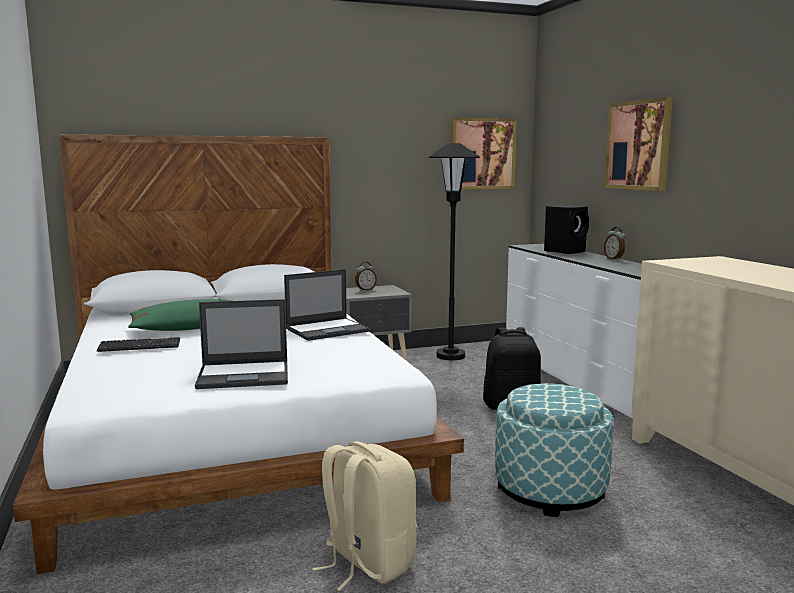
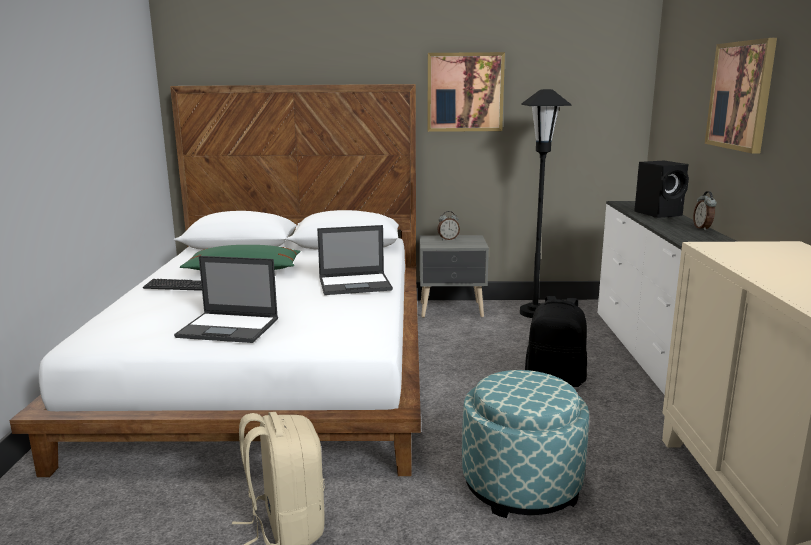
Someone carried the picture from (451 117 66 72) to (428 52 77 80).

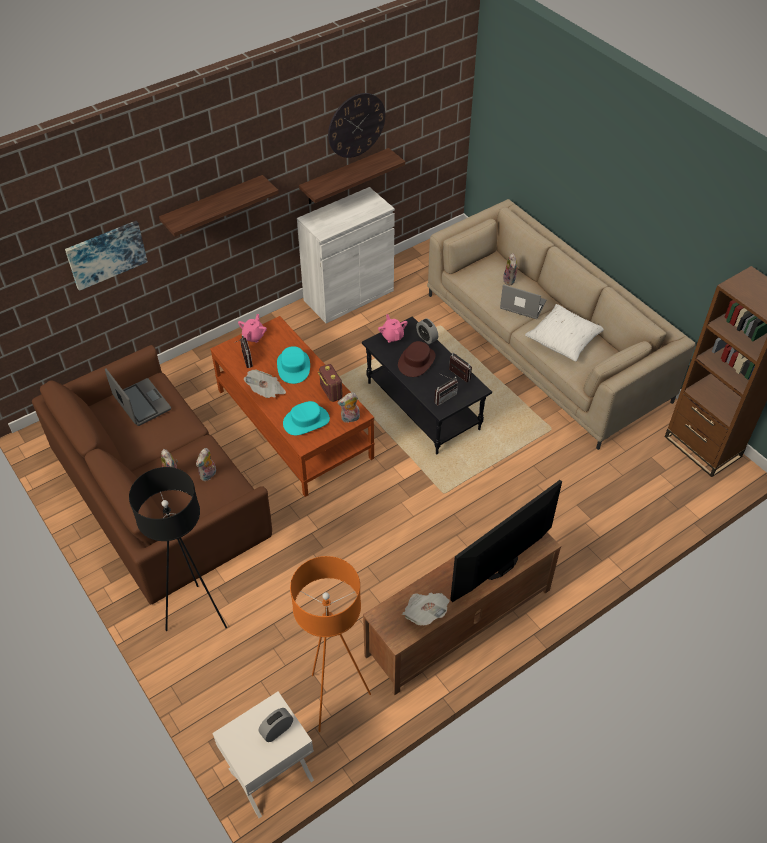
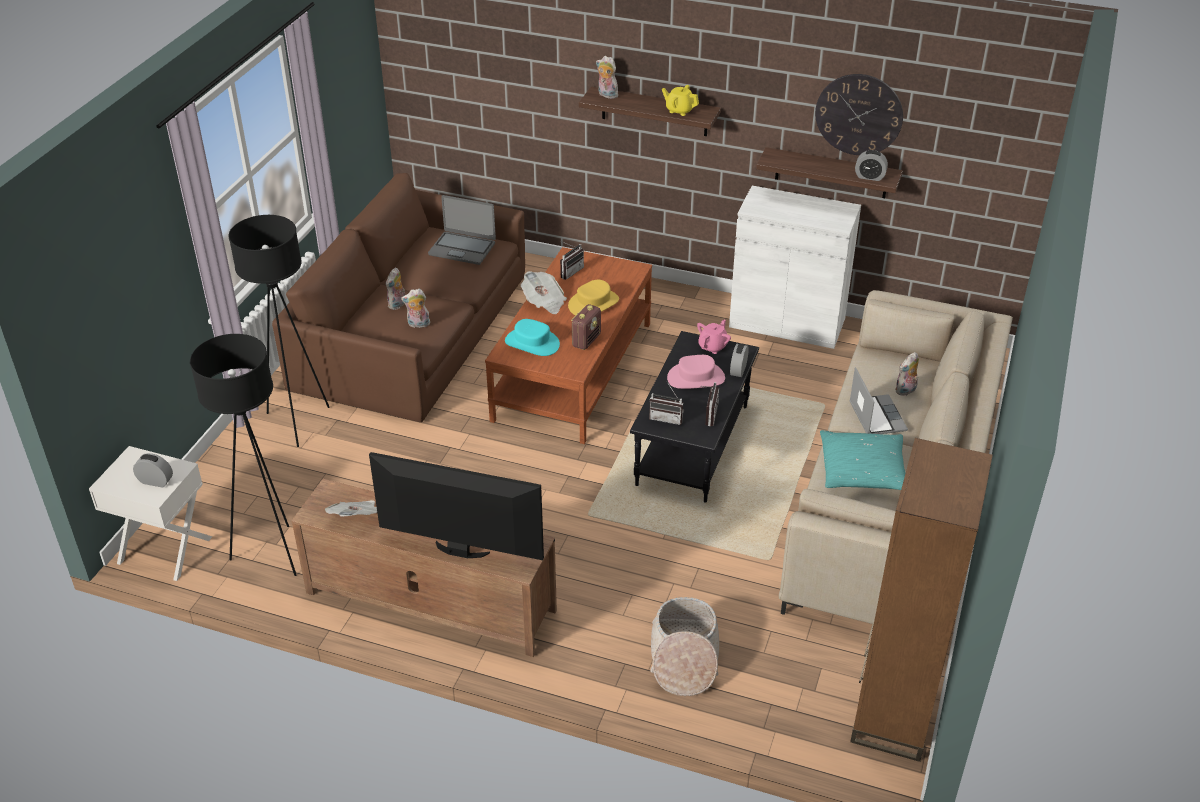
Someone took away the picture at (65 221 83 70). Someone rotated the laptop at (105 368 66 58) by 90 degrees clockwise. Someone took away the pink teapot at (238 314 29 29). Someone repainted the turquoise hat at (277 346 33 38), which became the yellow hat at (568 280 51 36). Someone repainted the orange floor lamp at (290 556 81 176), which became the black floor lamp at (190 334 106 242). Someone carried the plush toy from (337 392 23 31) to (596 56 22 43). Someone repainted the brown hat at (398 341 38 36), which became the pink hat at (667 355 58 34). Someone repainted the white pillow at (525 304 79 57), which became the turquoise pillow at (820 430 86 60). Someone put down the basket at (650 597 69 99). Someone put down the yellow teapot at (662 85 37 31). Someone put down the alarm clock at (855 150 33 31).

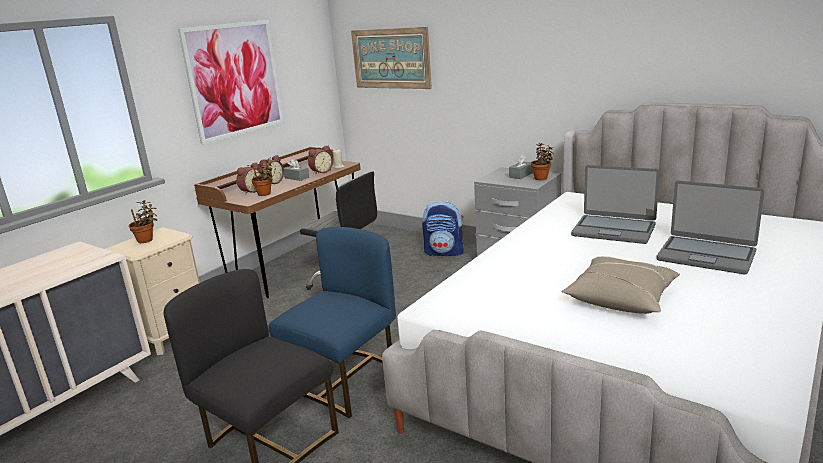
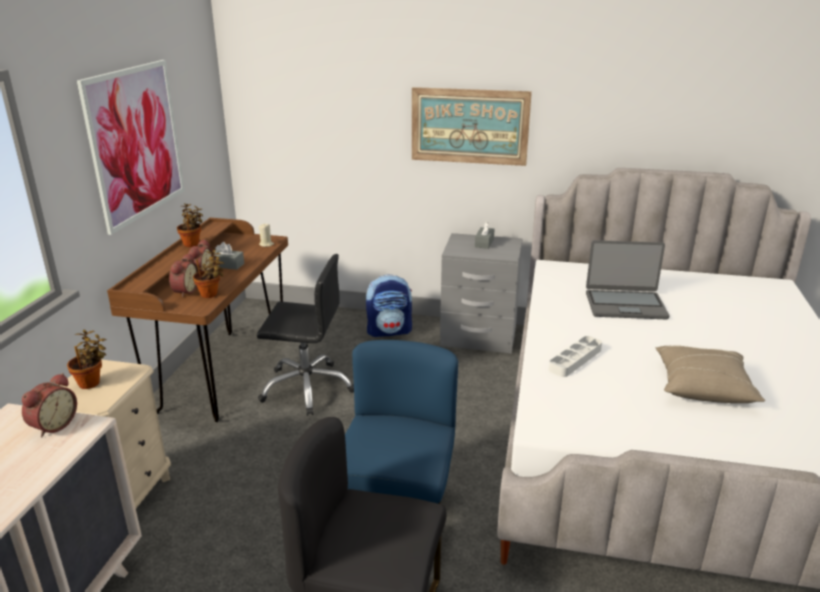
Someone carried the alarm clock from (308 145 25 30) to (22 373 55 65). Someone carried the picture from (351 27 81 62) to (412 87 120 79). Someone carried the potted plant from (531 143 23 37) to (177 203 26 44). Someone took away the laptop at (656 181 109 93). Someone put down the white tray at (549 336 53 41).

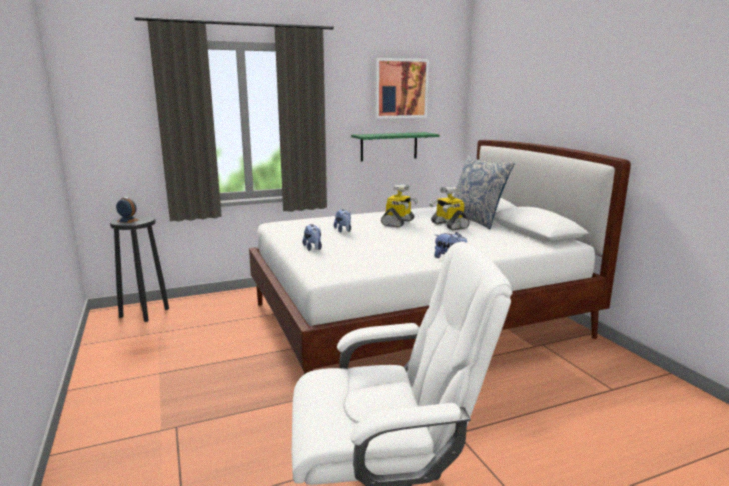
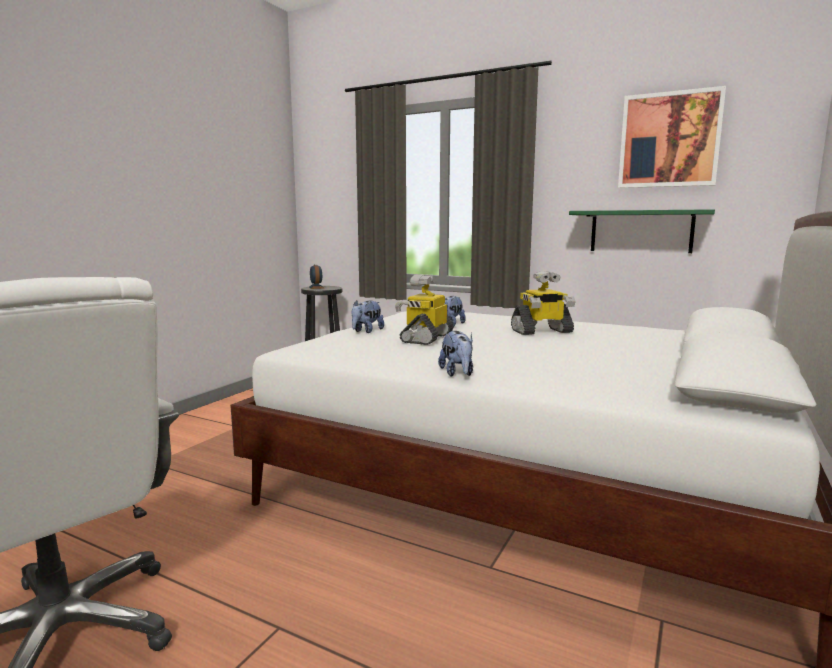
Someone carried the toy robot from (429 186 40 45) to (395 275 59 70). Someone took away the pillow at (453 156 62 73).

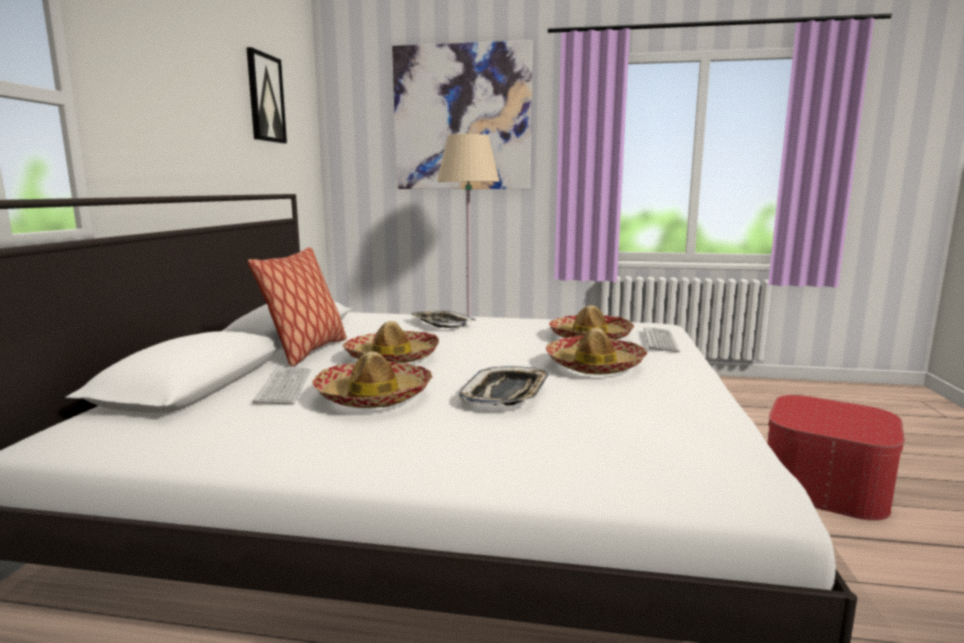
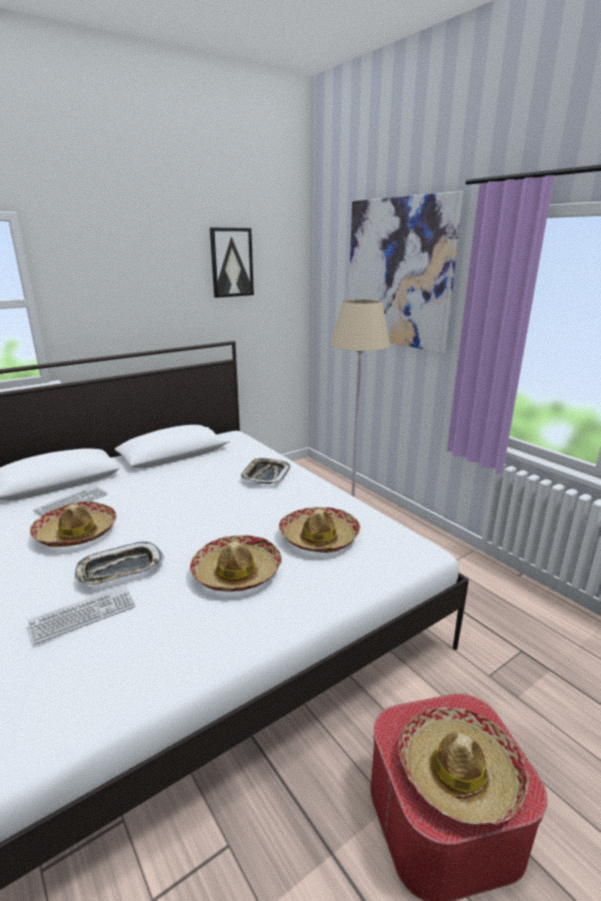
Someone took away the pillow at (247 247 100 120). Someone carried the hat from (343 321 96 42) to (399 707 130 118). Someone carried the keyboard from (644 327 36 25) to (27 586 109 59).

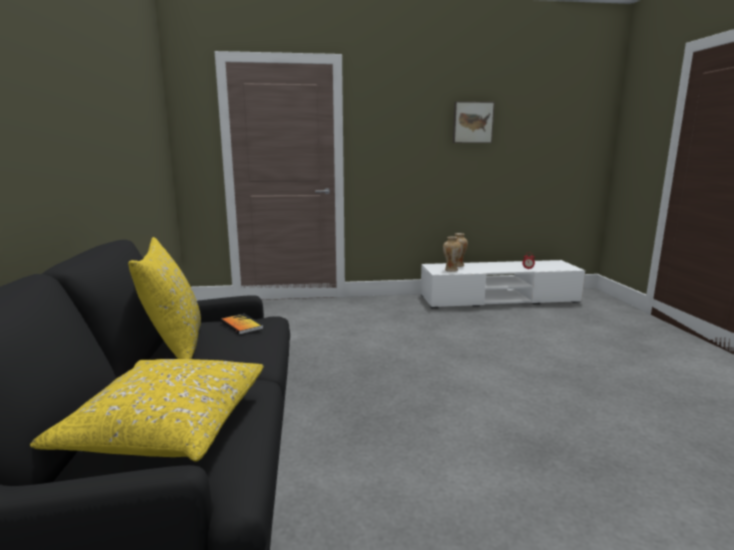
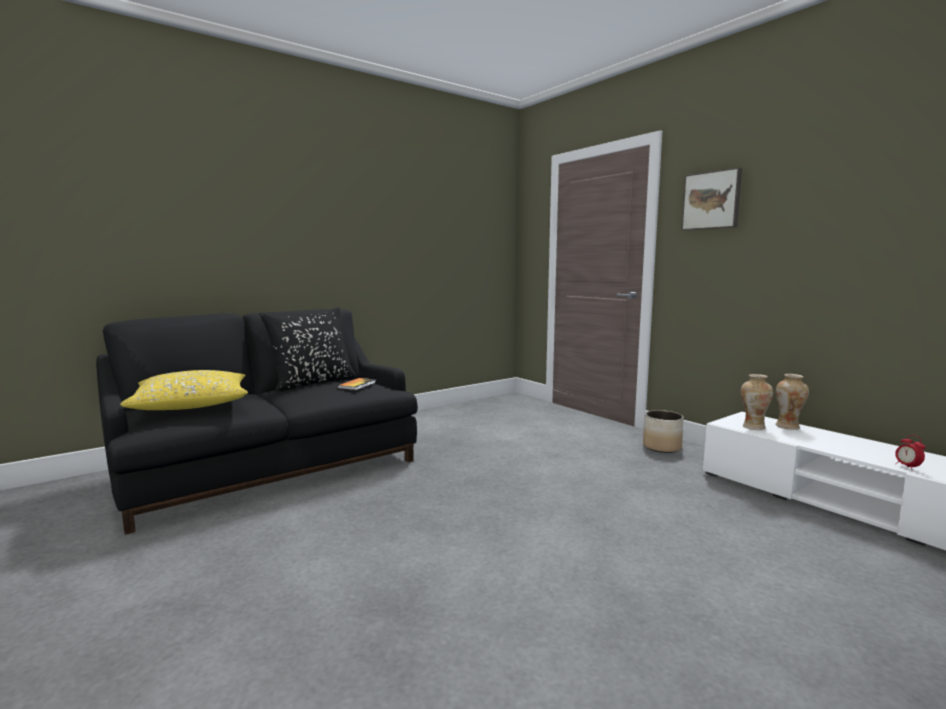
Someone repainted the yellow pillow at (128 237 73 122), which became the black pillow at (259 307 97 84). Someone carried the picture from (453 101 42 42) to (681 167 61 63). Someone put down the planter at (643 410 41 43).

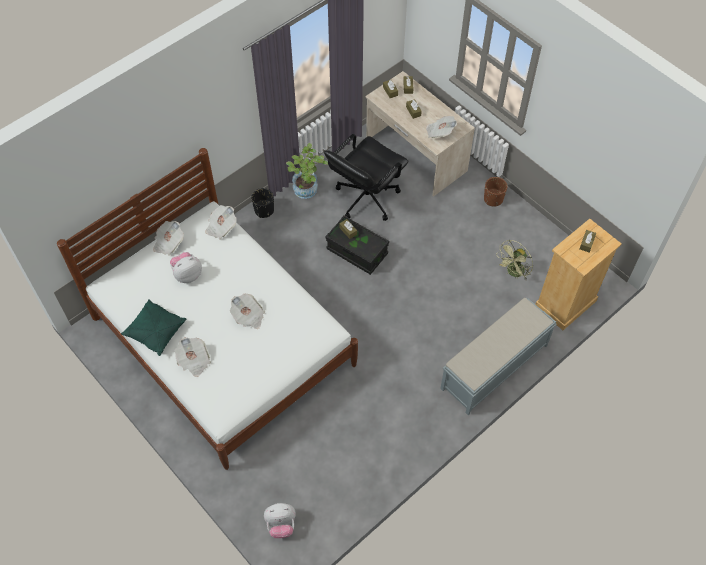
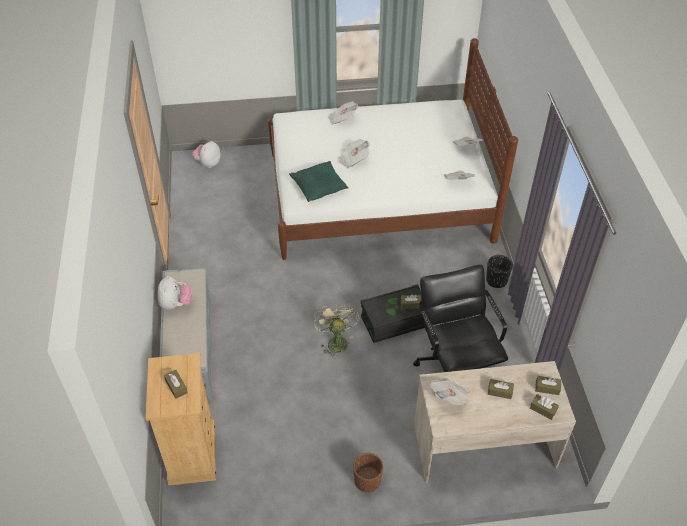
Someone carried the green pillow from (121 299 65 57) to (289 161 60 41). Someone carried the plush toy from (170 252 32 31) to (158 276 34 34). Someone took away the potted plant at (286 143 42 56). Someone carried the green fan from (496 240 37 39) to (314 303 45 55).

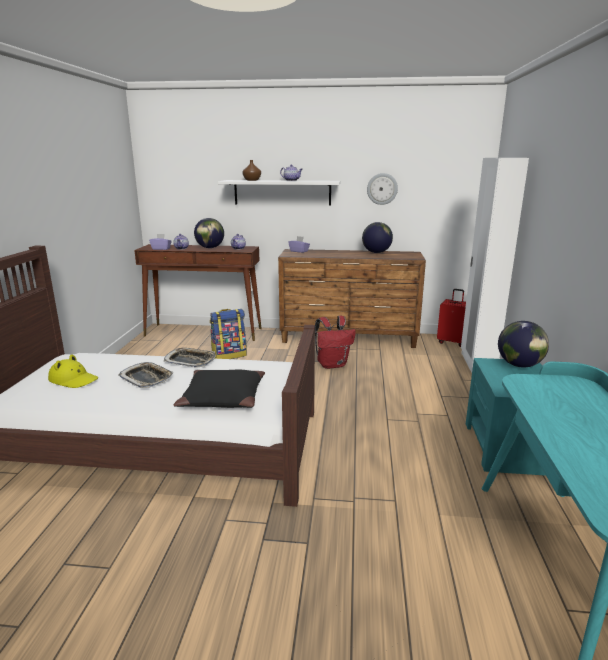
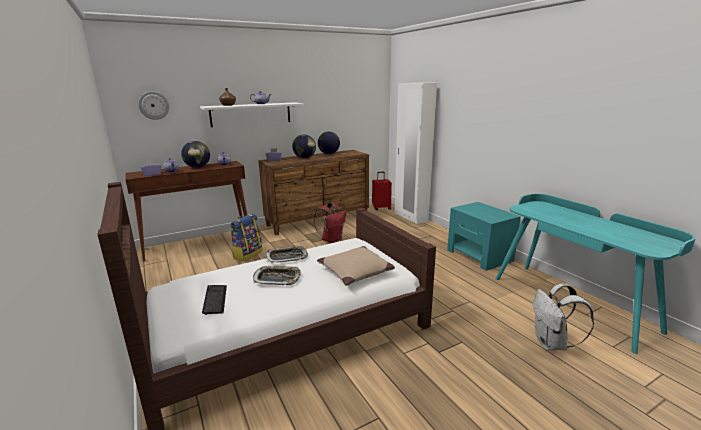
Someone swapped the yellow hat at (48 354 50 34) for the keyboard at (202 285 25 30). Someone repainted the black pillow at (173 370 92 38), which became the beige pillow at (317 246 78 40). Someone carried the wall clock from (367 173 31 32) to (138 91 31 29). Someone carried the globe from (498 321 51 47) to (292 135 24 23). Someone put down the white backpack at (533 283 61 68).

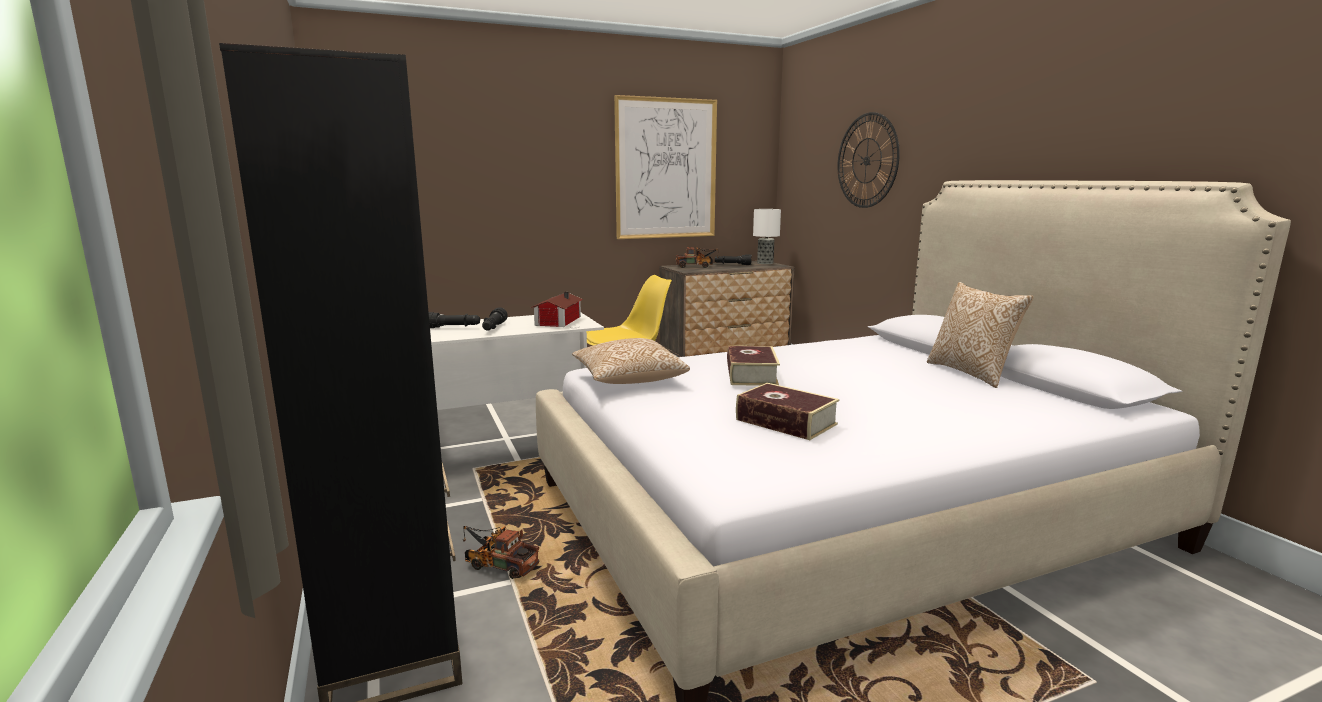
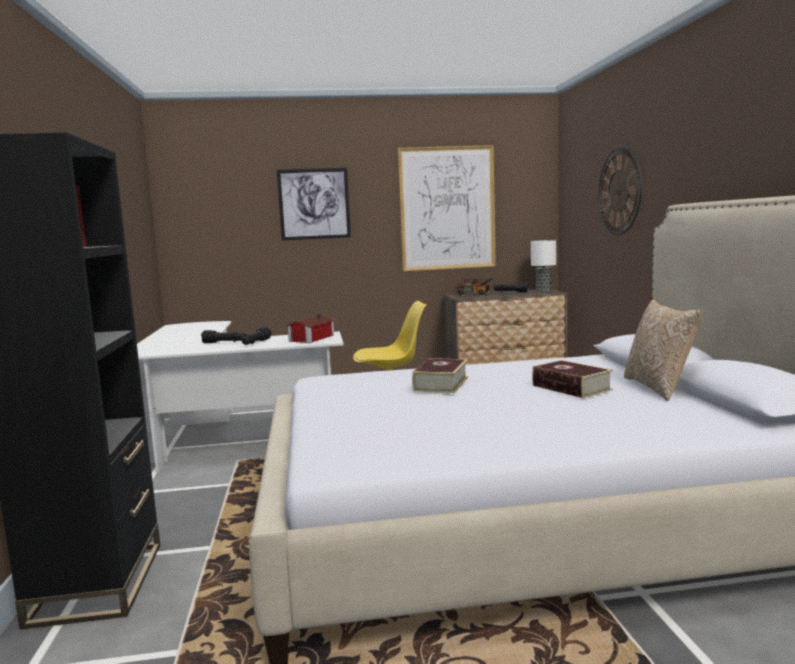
Someone took away the toy truck at (463 526 76 53). Someone took away the pillow at (572 338 118 46). Someone carried the book from (736 383 103 57) to (532 360 81 38). Someone put up the picture at (277 168 74 72).

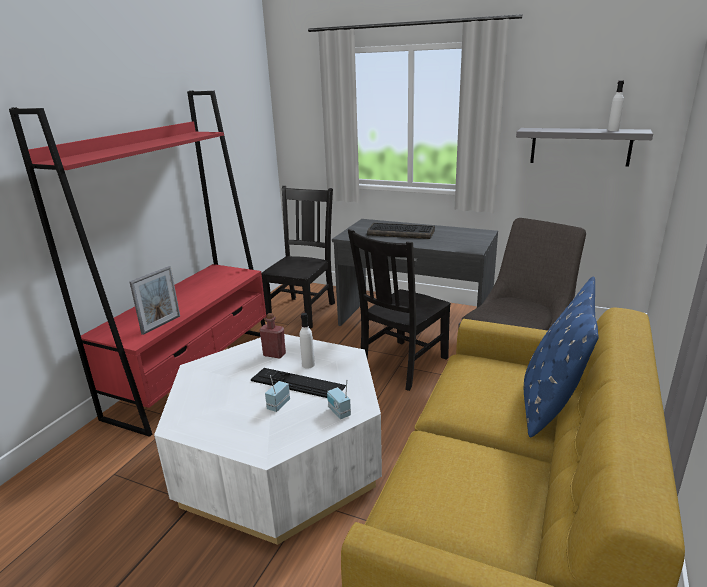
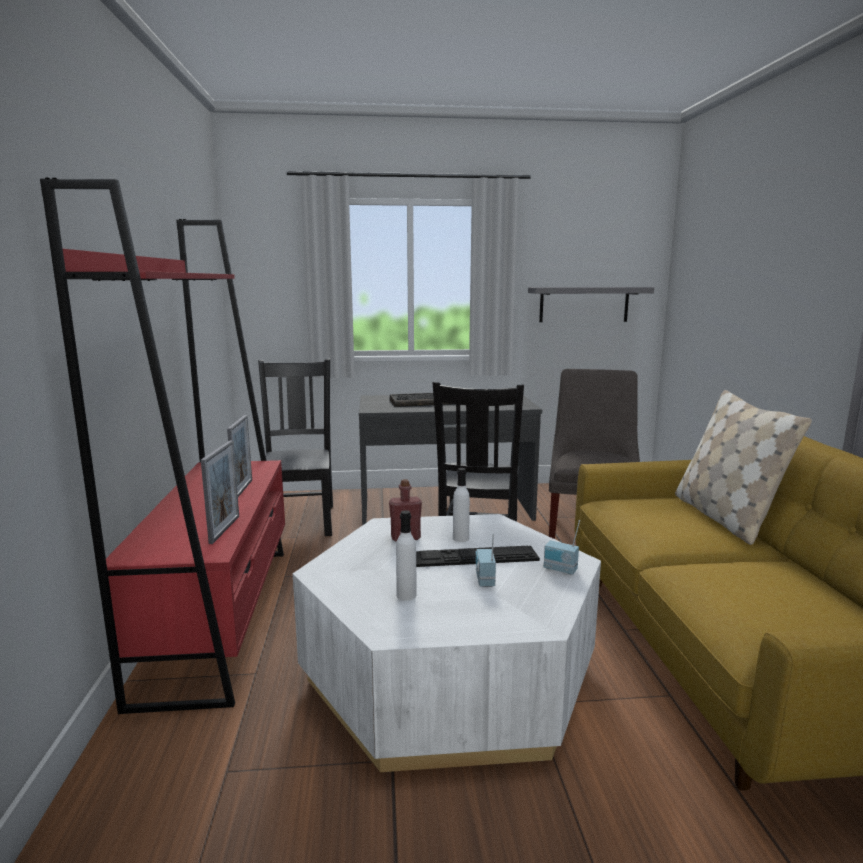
Someone repainted the blue pillow at (524 277 75 161), which became the beige pillow at (675 390 137 155). Someone carried the white bottle from (608 80 16 51) to (396 510 20 91). Someone put down the picture frame at (227 415 25 82).

